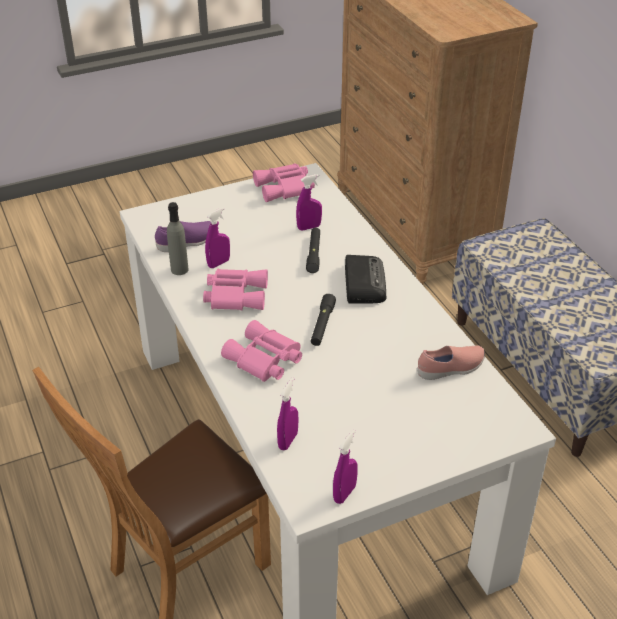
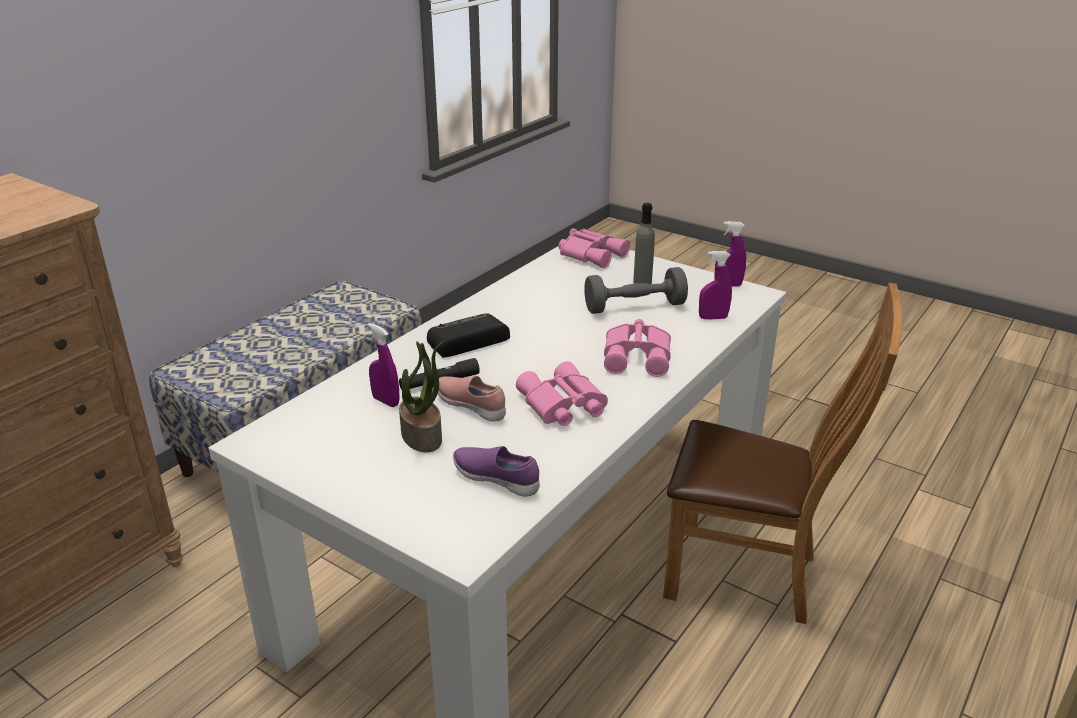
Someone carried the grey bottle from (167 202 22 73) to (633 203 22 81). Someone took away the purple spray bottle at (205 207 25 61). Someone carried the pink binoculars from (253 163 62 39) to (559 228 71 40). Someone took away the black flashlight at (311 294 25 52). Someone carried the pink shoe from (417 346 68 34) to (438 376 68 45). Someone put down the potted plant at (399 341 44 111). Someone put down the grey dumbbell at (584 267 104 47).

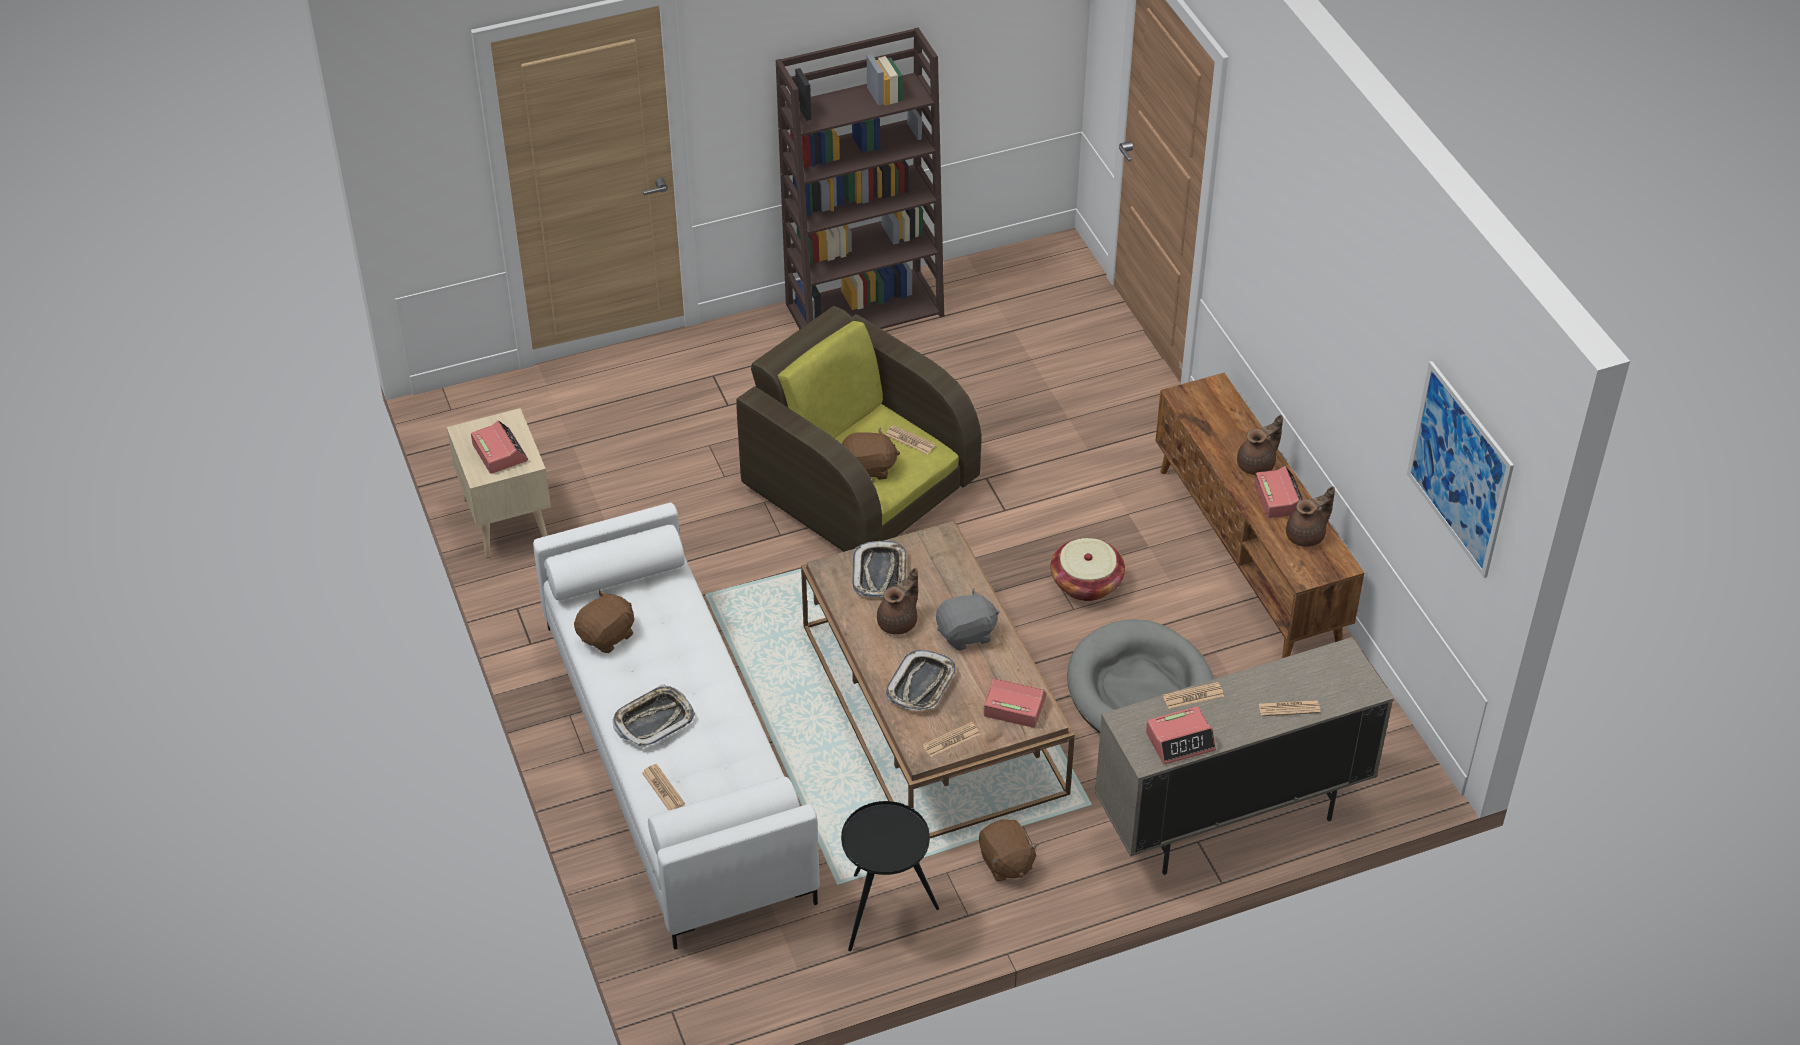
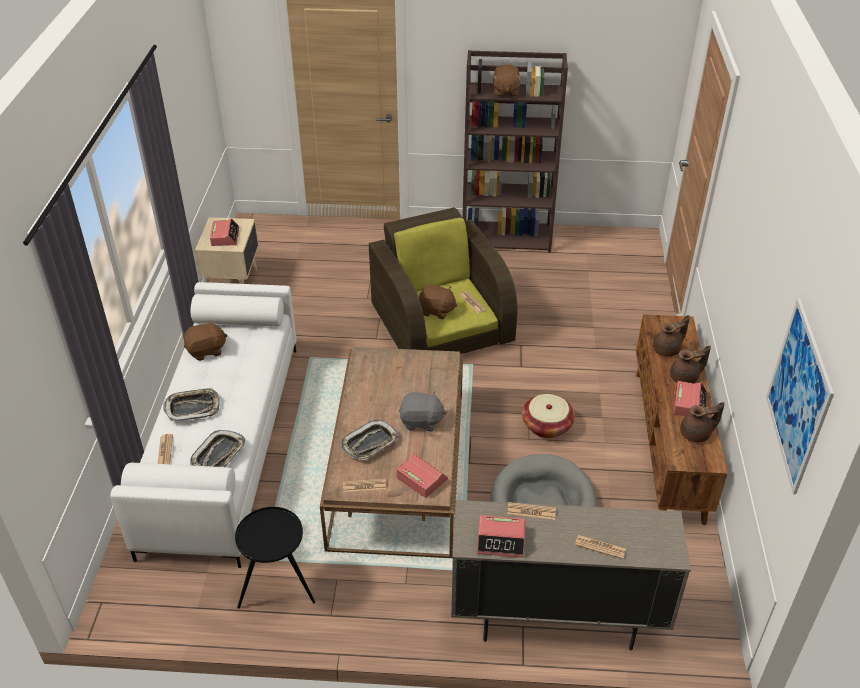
Someone carried the tray from (852 540 54 57) to (190 430 55 37). Someone carried the brown teapot from (877 568 41 67) to (653 315 37 41). Someone carried the brown plush toy from (979 819 60 62) to (493 64 29 33).

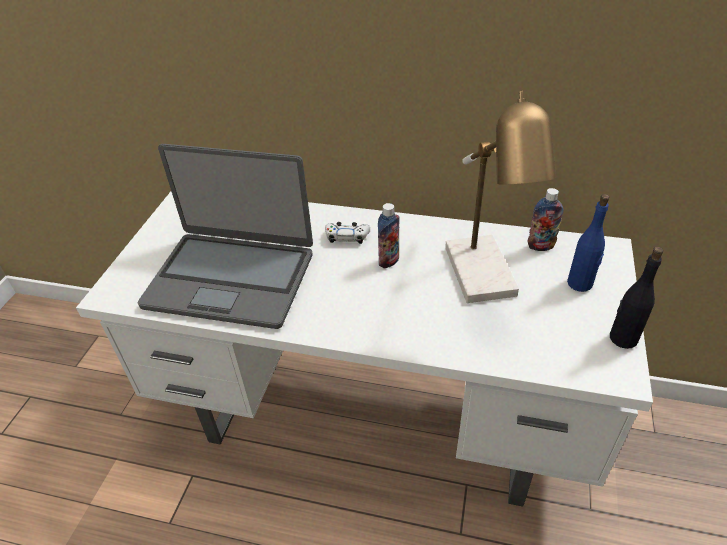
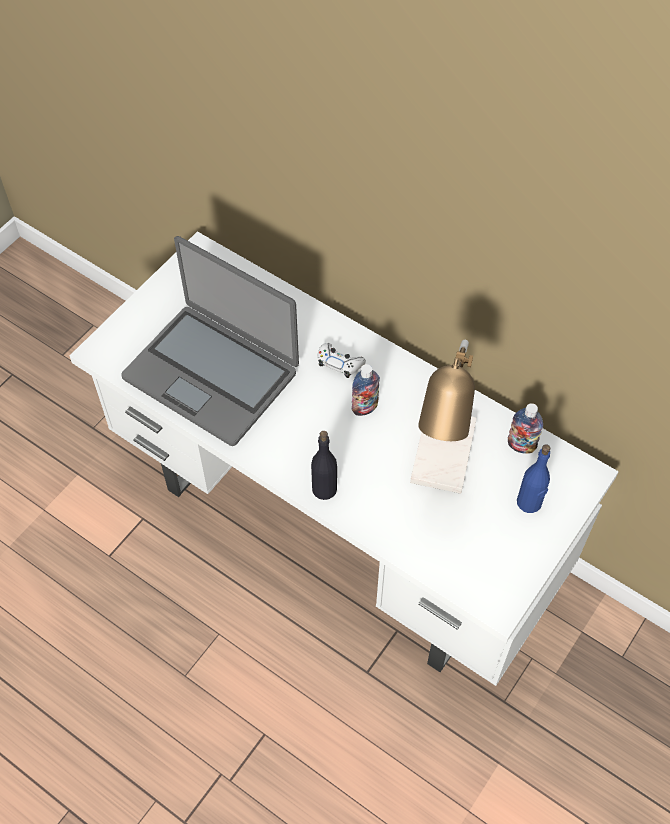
Someone carried the black bottle from (610 247 53 102) to (311 431 26 69).

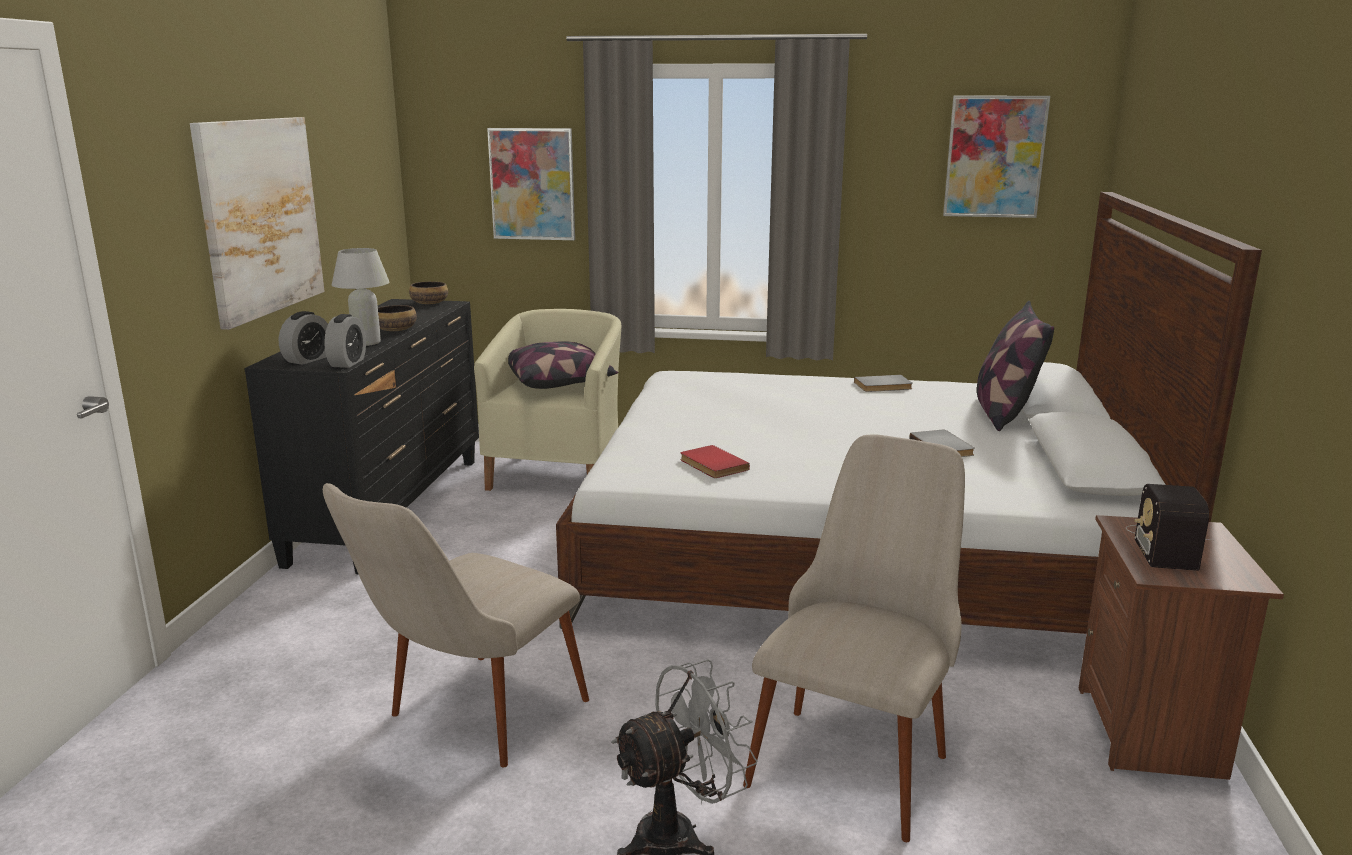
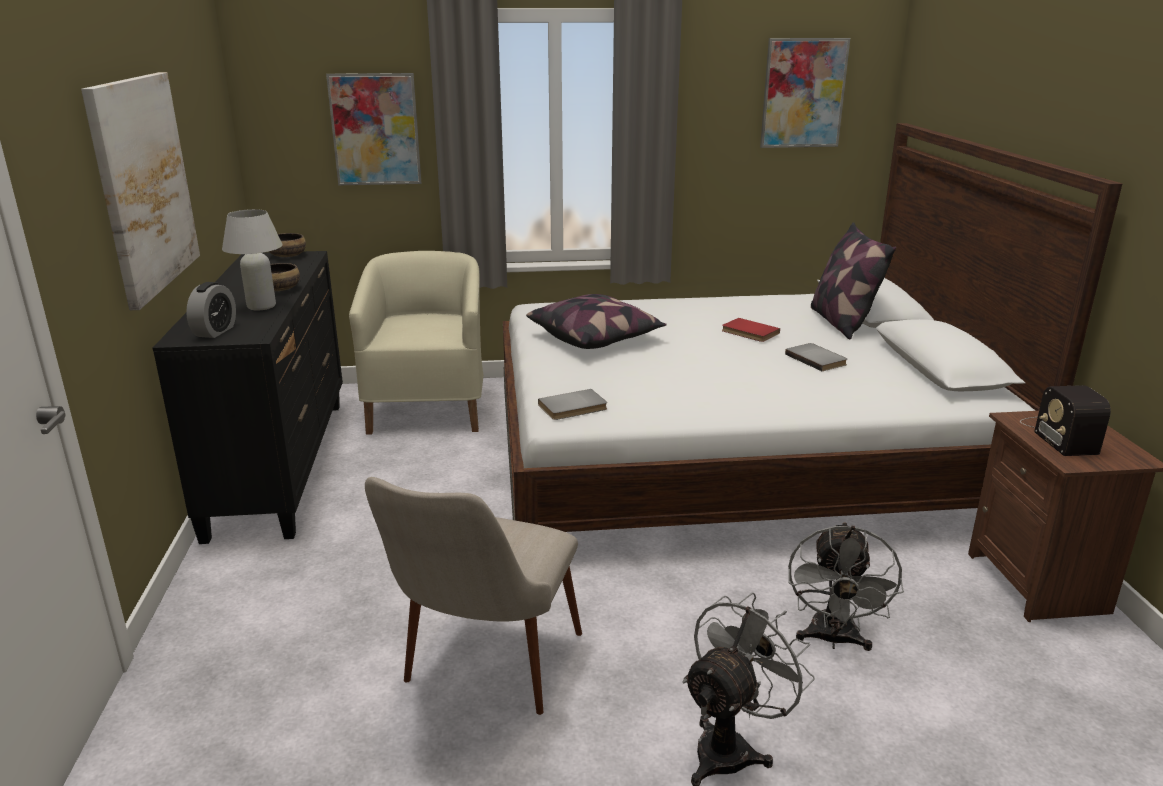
Someone took away the alarm clock at (324 314 42 54). Someone carried the pillow from (508 341 110 48) to (526 294 141 55). Someone carried the red book from (680 445 70 33) to (722 318 58 24). Someone swapped the beige chair at (743 434 222 408) for the grey fan at (788 522 116 129). Someone carried the grey book from (854 375 59 17) to (538 389 69 31).

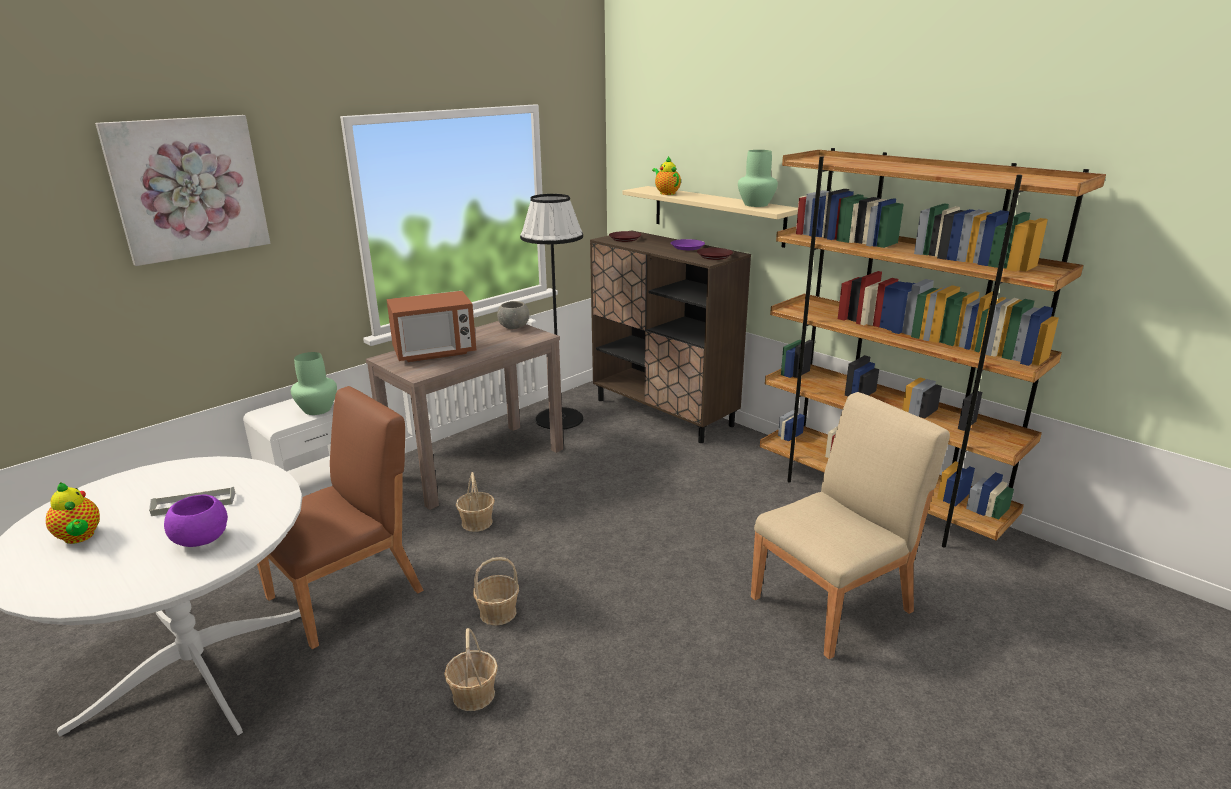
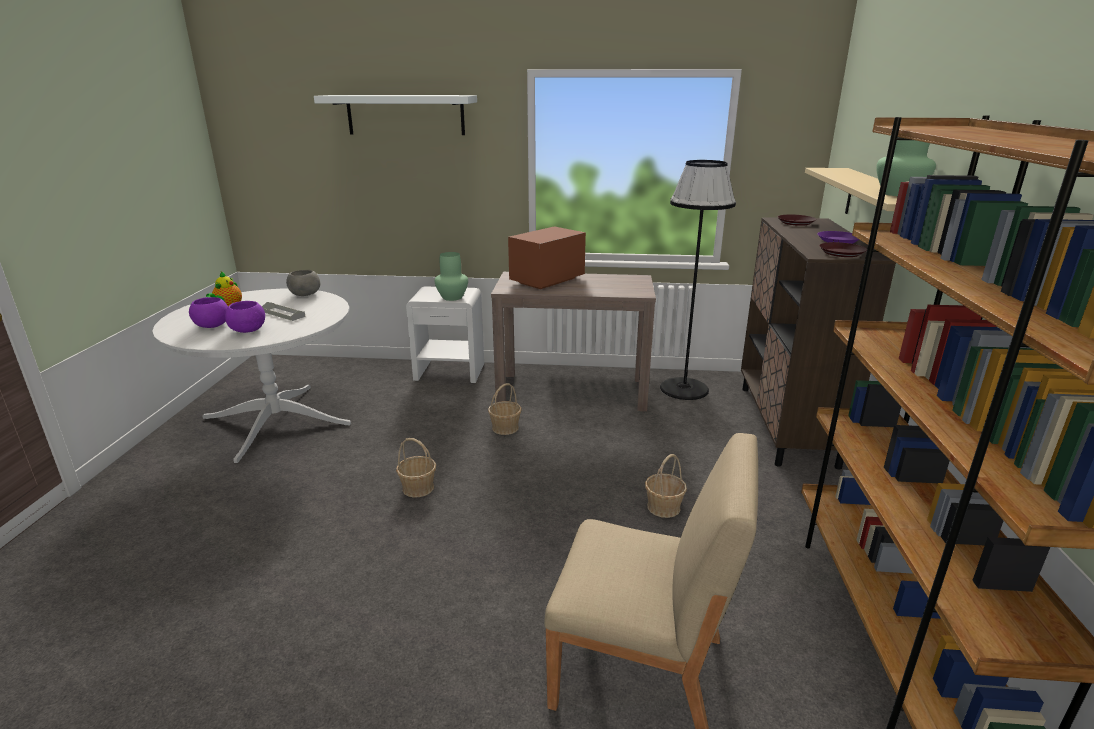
Someone swapped the picture at (95 115 176 151) for the white shelf at (314 95 163 40). Someone took away the brown chair at (257 386 166 263). Someone rotated the microwave at (386 291 90 71) by 105 degrees clockwise. Someone carried the basket from (444 628 54 83) to (645 454 42 64). Someone carried the grey bowl from (497 301 33 28) to (286 270 34 26). Someone took away the teapot at (652 156 29 39). Someone put down the purple bowl at (189 297 39 31).

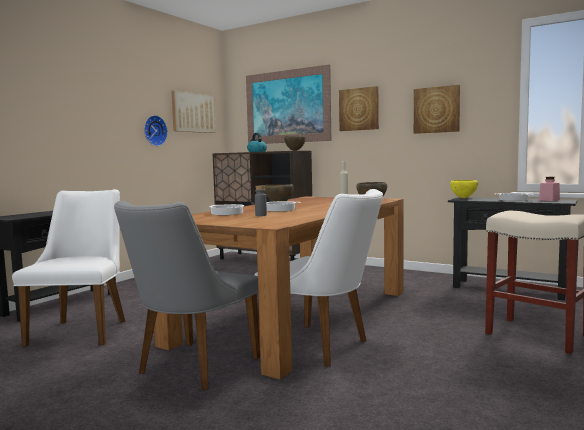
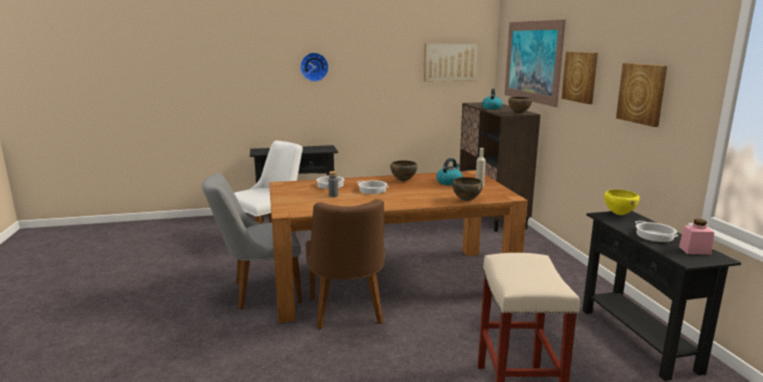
Someone carried the wall clock from (144 115 24 31) to (300 52 29 30). Someone repainted the white chair at (254 189 129 178), which became the brown chair at (306 199 79 131). Someone put down the kettle at (436 158 27 27).

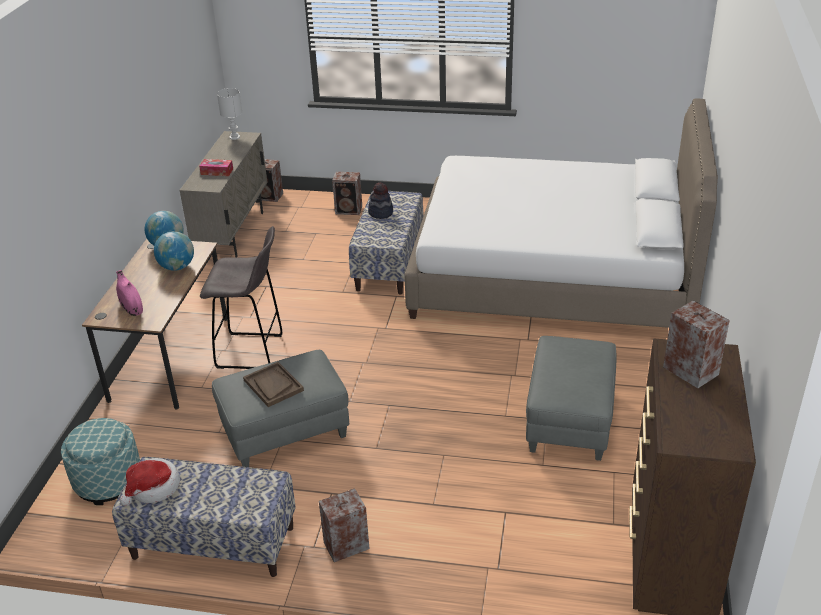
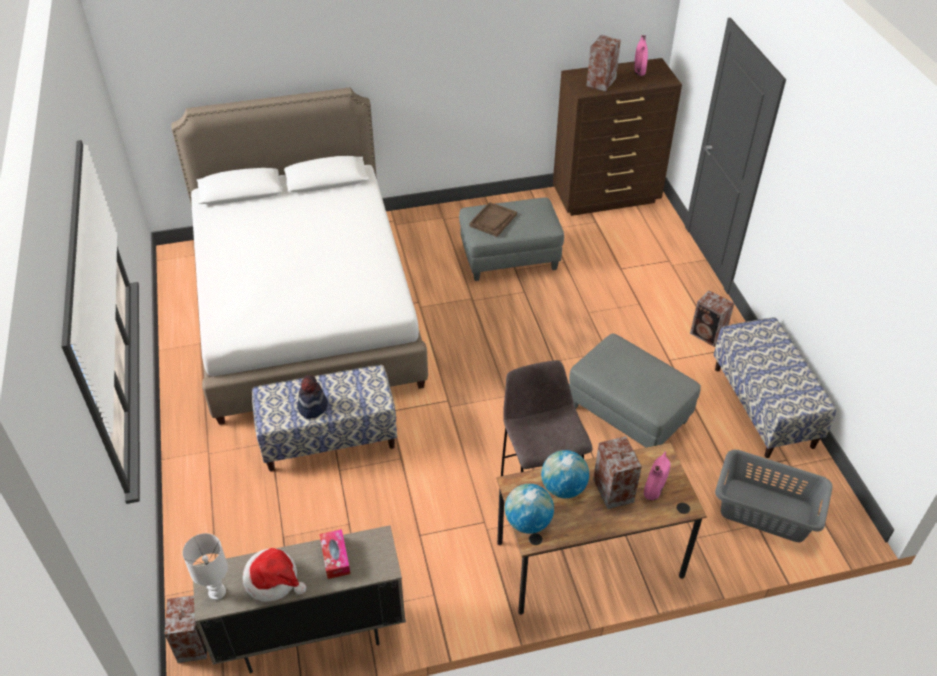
Someone swapped the ottoman at (61 418 79 87) for the grey laundry basket at (715 450 118 92). Someone carried the hat from (120 458 60 48) to (243 548 63 54). Someone carried the brown tray from (243 362 61 45) to (469 202 48 35). Someone carried the speaker from (332 172 30 43) to (593 436 49 73). Someone put down the pink vase at (634 35 14 41).

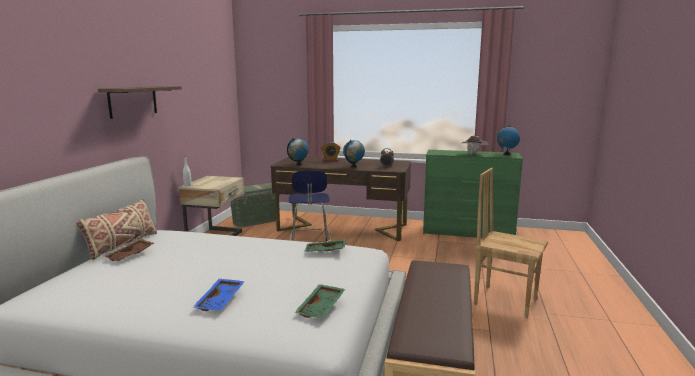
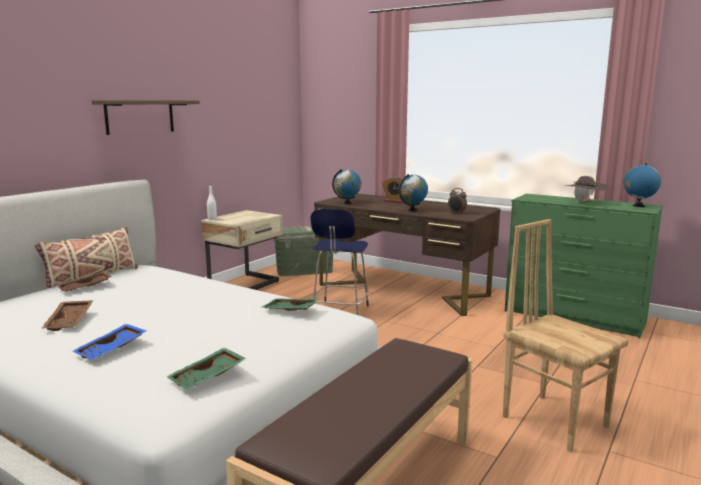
Someone put down the brown tray at (41 300 52 31).

